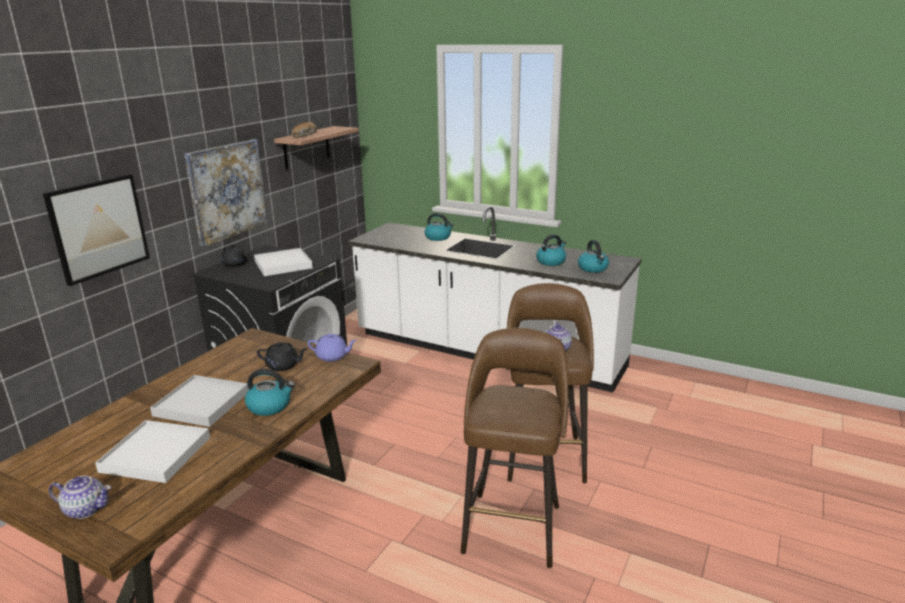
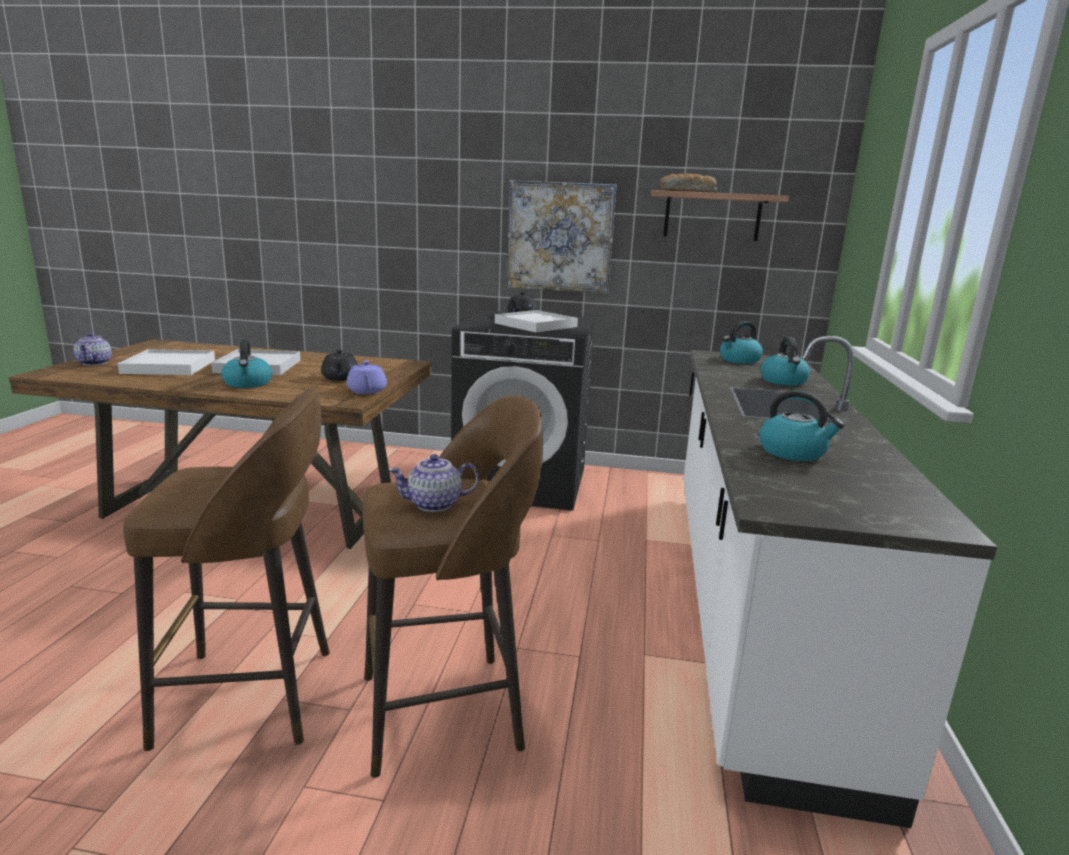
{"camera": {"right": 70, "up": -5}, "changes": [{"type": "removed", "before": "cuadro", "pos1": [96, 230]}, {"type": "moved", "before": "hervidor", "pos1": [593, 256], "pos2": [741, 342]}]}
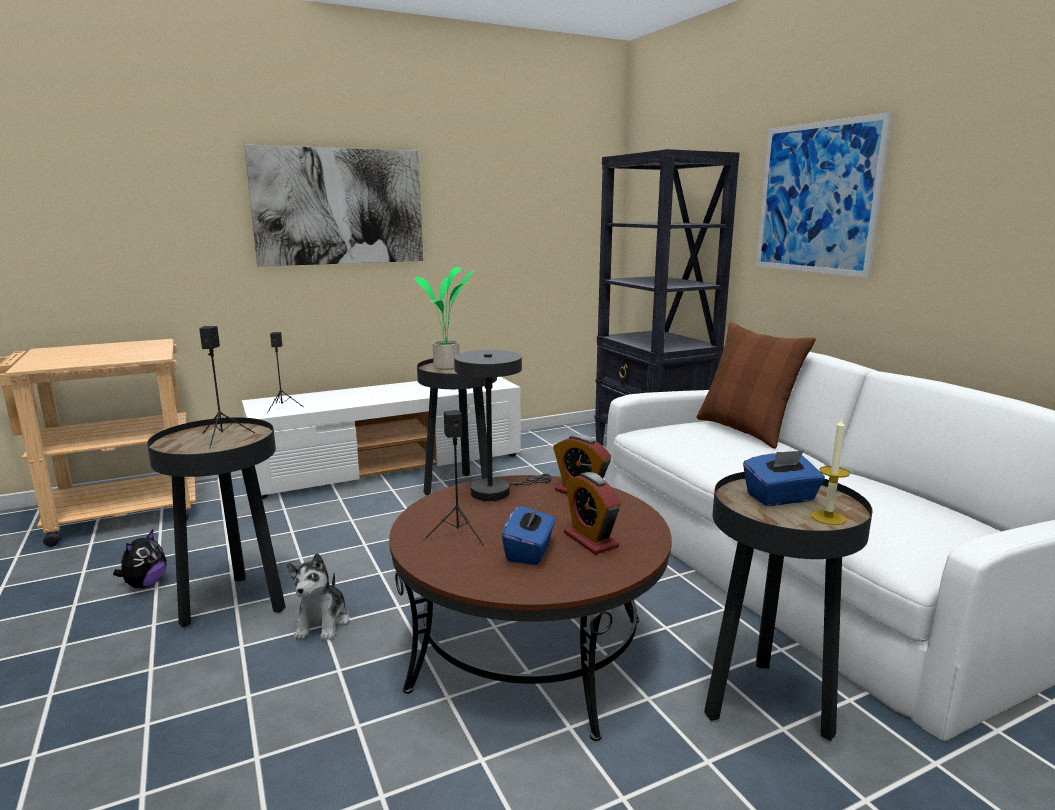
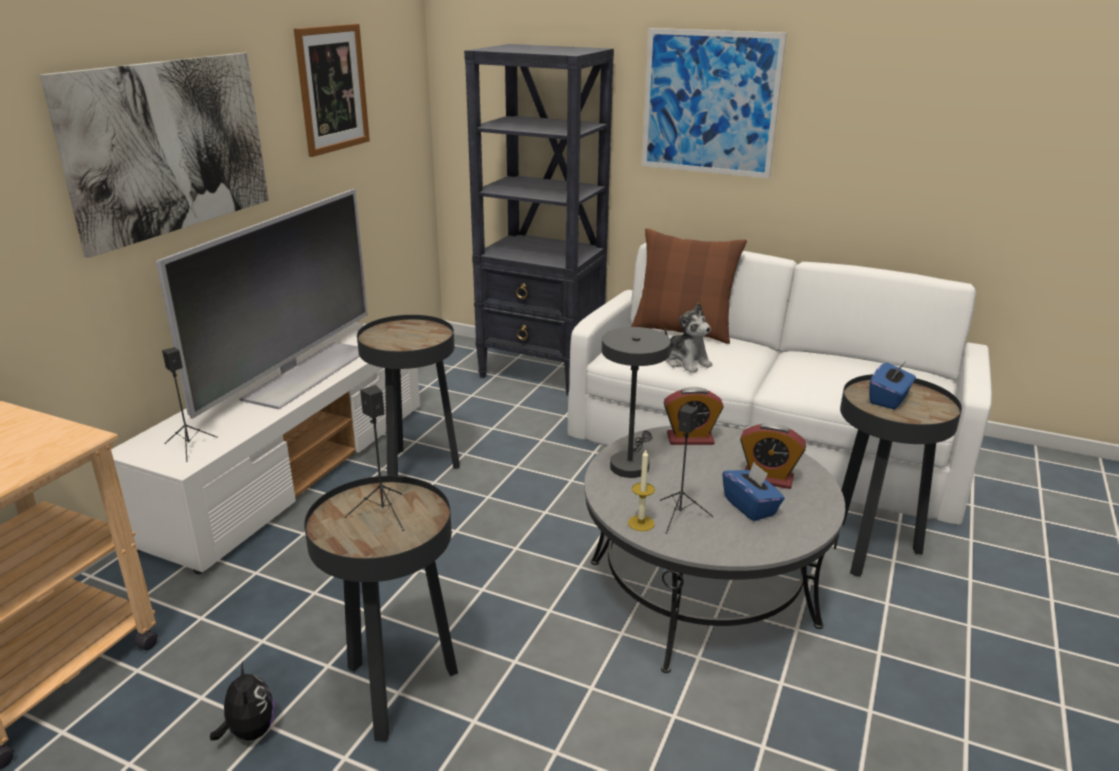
{"camera": {"right": -40, "up": 10}, "changes": [{"type": "moved", "before": "peluche", "pos1": [318, 596], "pos2": [689, 338]}, {"type": "recoloured", "before": "mesa de centro (marrón)", "after": "mesa de centro (gris)", "pos1": [530, 608], "pos2": [714, 549]}, {"type": "removed", "before": "planta en maceta", "pos1": [444, 318]}, {"type": "moved", "before": "vela", "pos1": [830, 471], "pos2": [641, 490]}, {"type": "added", "after": "televisor", "pos2": [262, 304]}, {"type": "added", "after": "cuadro", "pos2": [332, 90]}]}
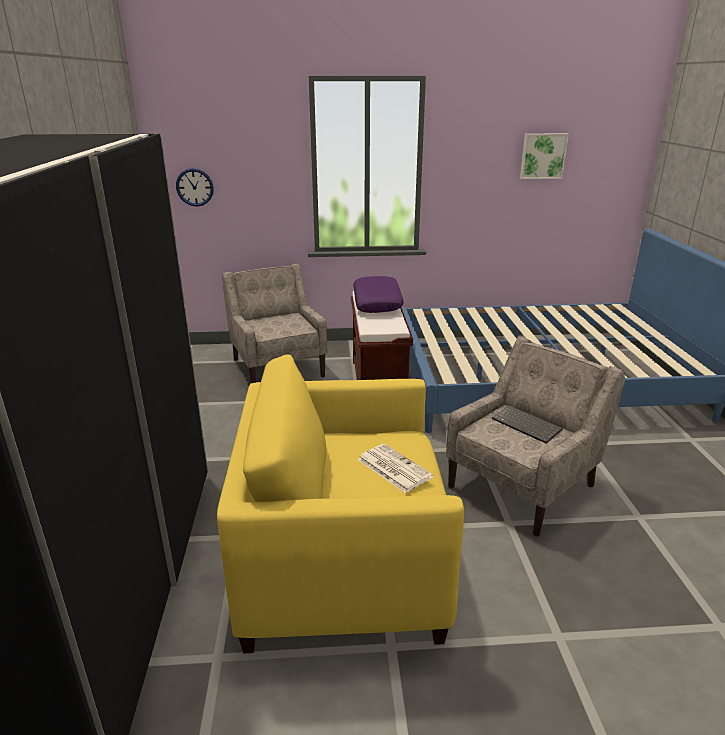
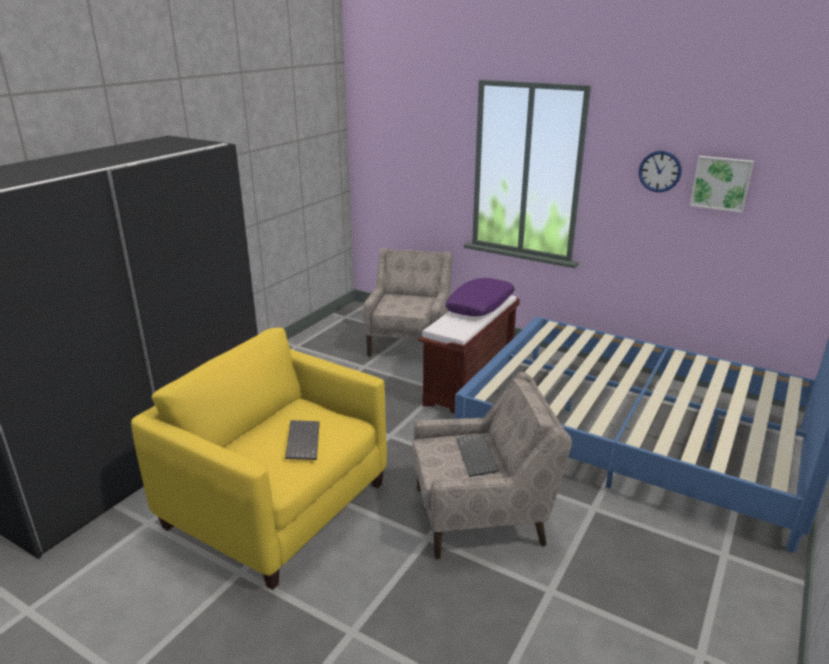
{"camera": {"right": 35, "up": 0}, "changes": [{"type": "moved", "before": "reloj de pared", "pos1": [195, 187], "pos2": [660, 171]}, {"type": "replaced", "before": "periódico", "after": "teclado", "pos1": [395, 468], "pos2": [302, 440]}]}
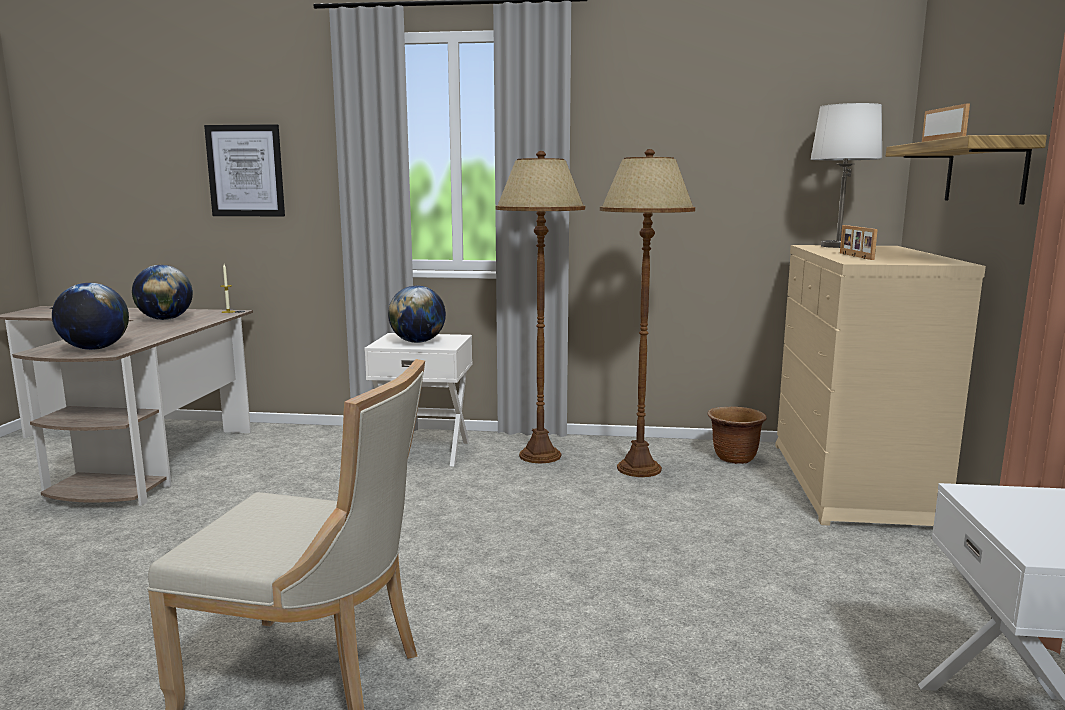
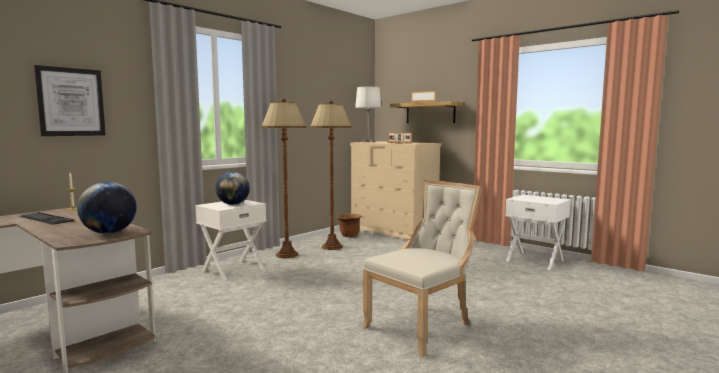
{"camera": {"right": -55, "up": -5}, "changes": [{"type": "replaced", "before": "globo terráqueo", "after": "teclado", "pos1": [162, 292], "pos2": [46, 218]}]}
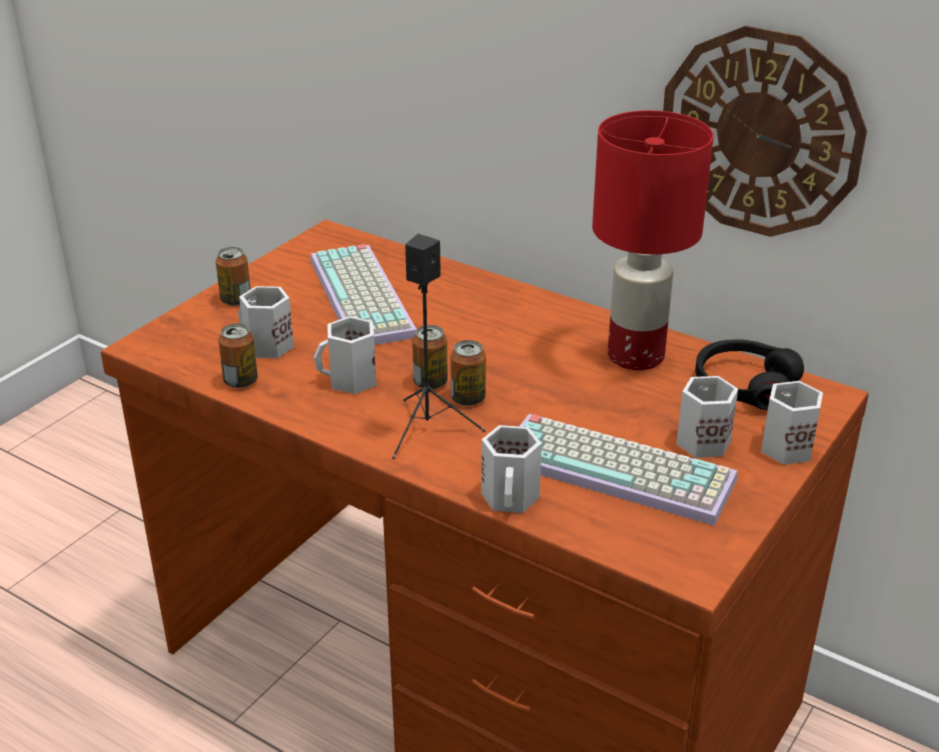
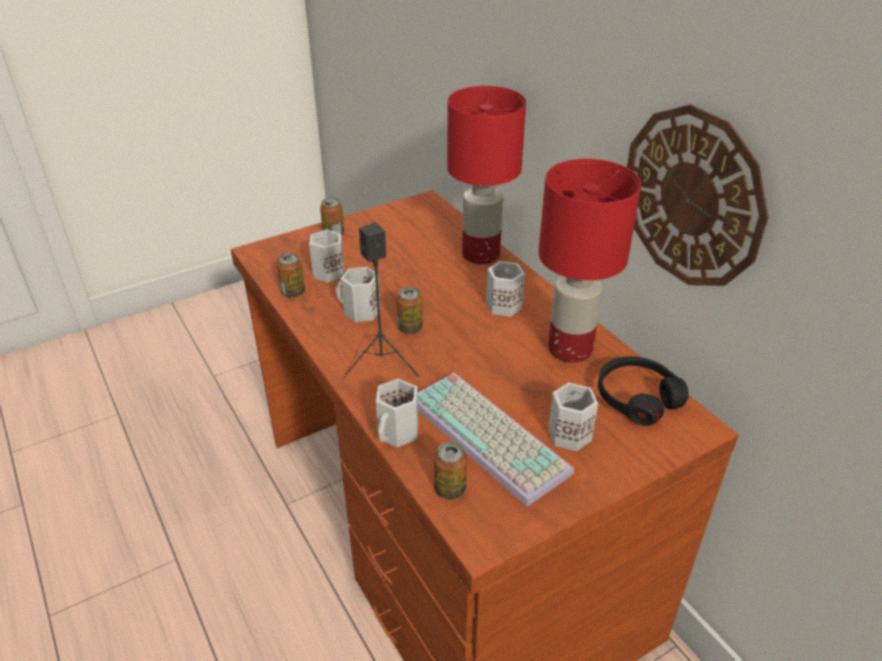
{"camera": {"right": 25, "up": 5}, "changes": [{"type": "removed", "before": "teclado", "pos1": [363, 294]}, {"type": "moved", "before": "lata", "pos1": [468, 373], "pos2": [450, 470]}, {"type": "moved", "before": "taza grande (blanco)", "pos1": [792, 423], "pos2": [505, 289]}, {"type": "added", "after": "lámpara de mesa (rojo)", "pos2": [486, 175]}]}
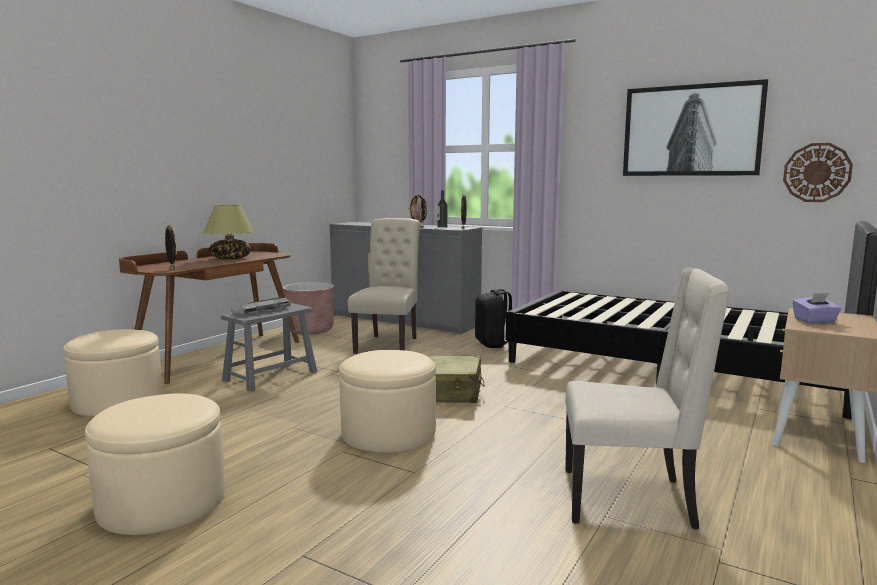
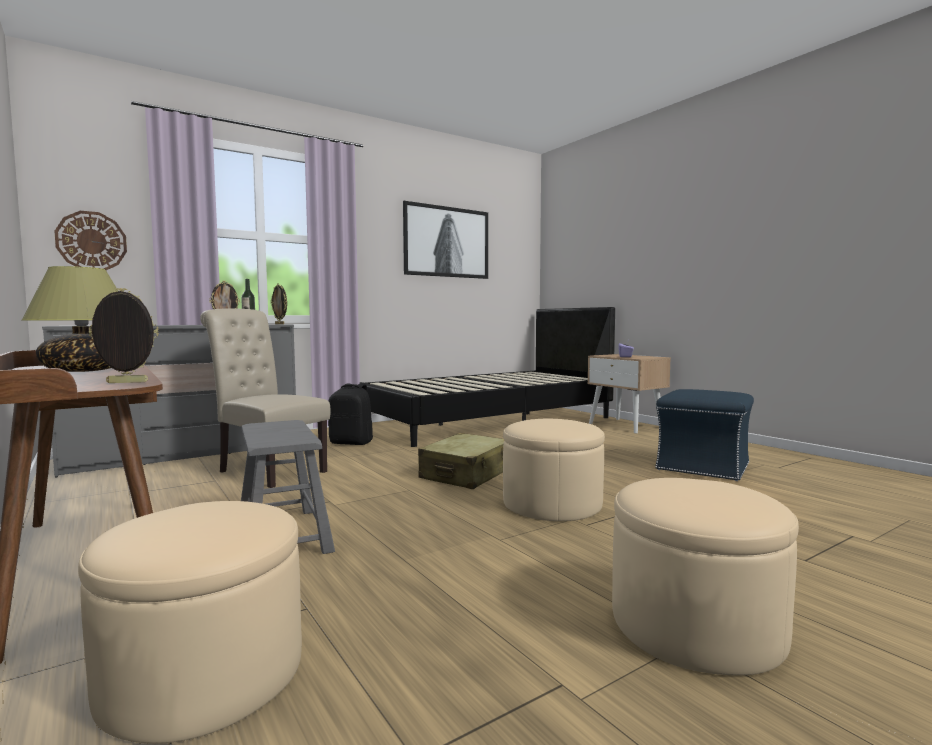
{"camera": {"right": -65, "up": -5}, "changes": [{"type": "removed", "before": "teclado", "pos1": [260, 306]}, {"type": "removed", "before": "maceta (marrón)", "pos1": [308, 308]}, {"type": "replaced", "before": "silla (beis)", "after": "puf (azul)", "pos1": [647, 398], "pos2": [704, 435]}, {"type": "moved", "before": "reloj de pared", "pos1": [818, 172], "pos2": [90, 240]}]}
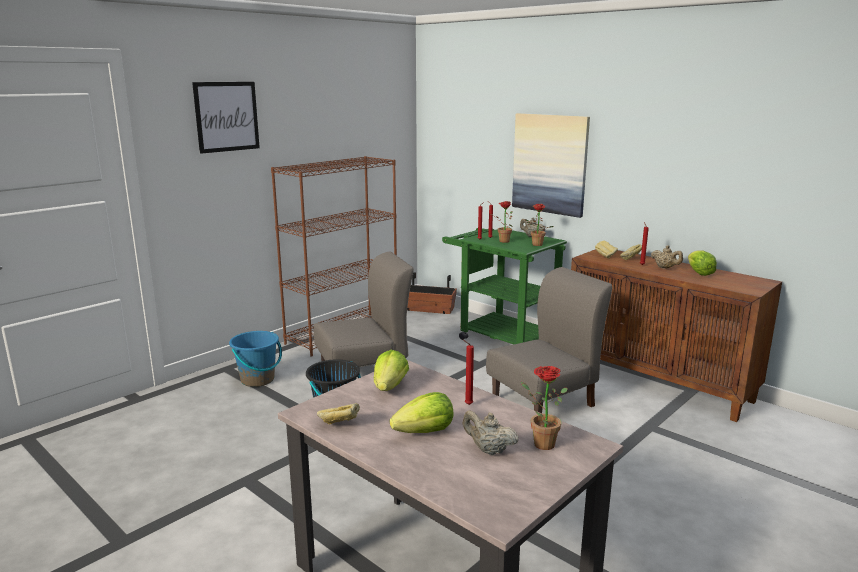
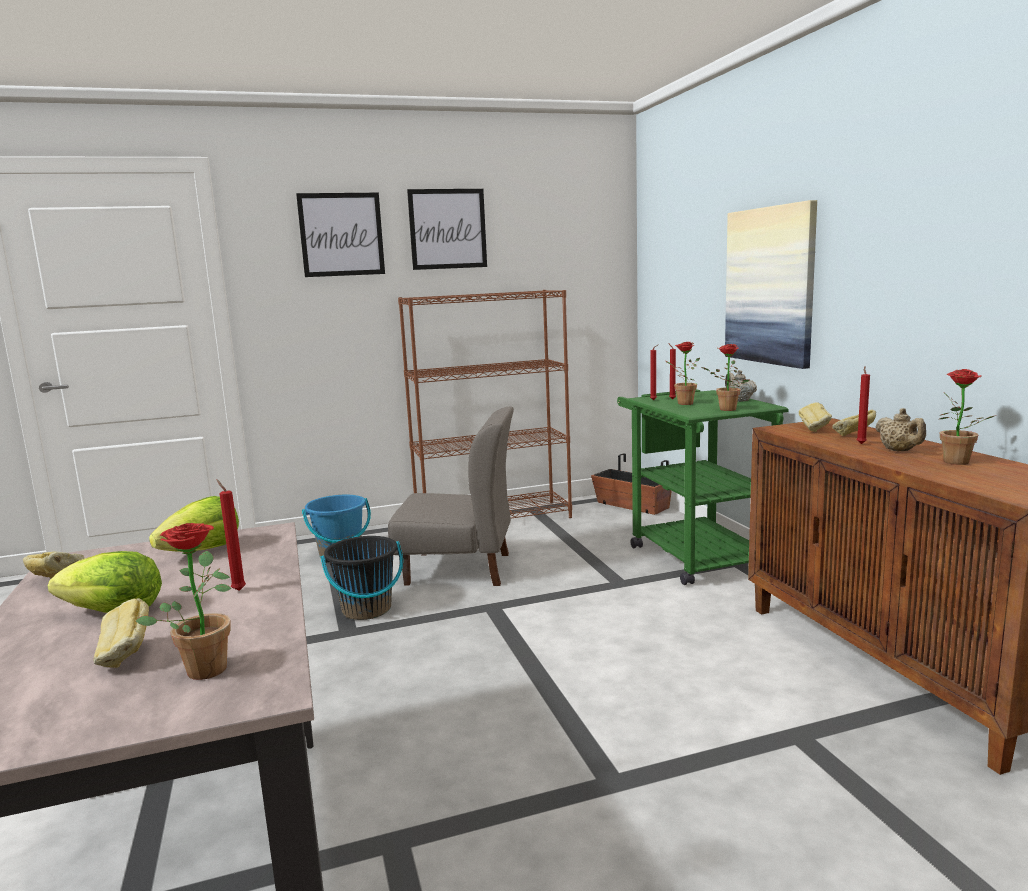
{"camera": {"right": 30, "up": -5}, "changes": [{"type": "replaced", "before": "tetera (beis)", "after": "pan", "pos1": [491, 433], "pos2": [121, 633]}, {"type": "removed", "before": "silla (gris)", "pos1": [549, 340]}, {"type": "replaced", "before": "lechuga", "after": "planta en maceta", "pos1": [702, 263], "pos2": [966, 417]}, {"type": "added", "after": "cuadro", "pos2": [447, 229]}]}
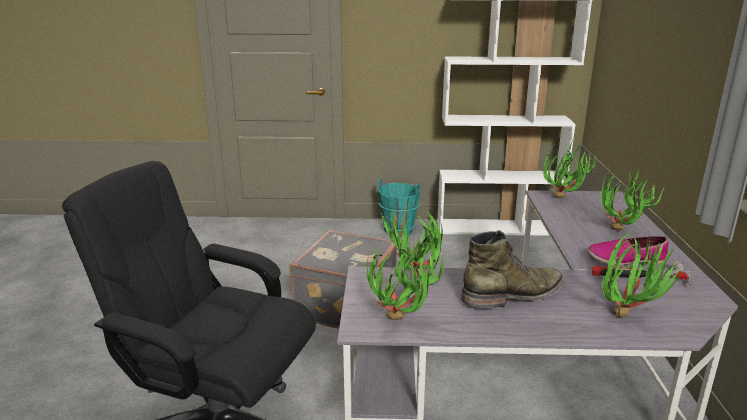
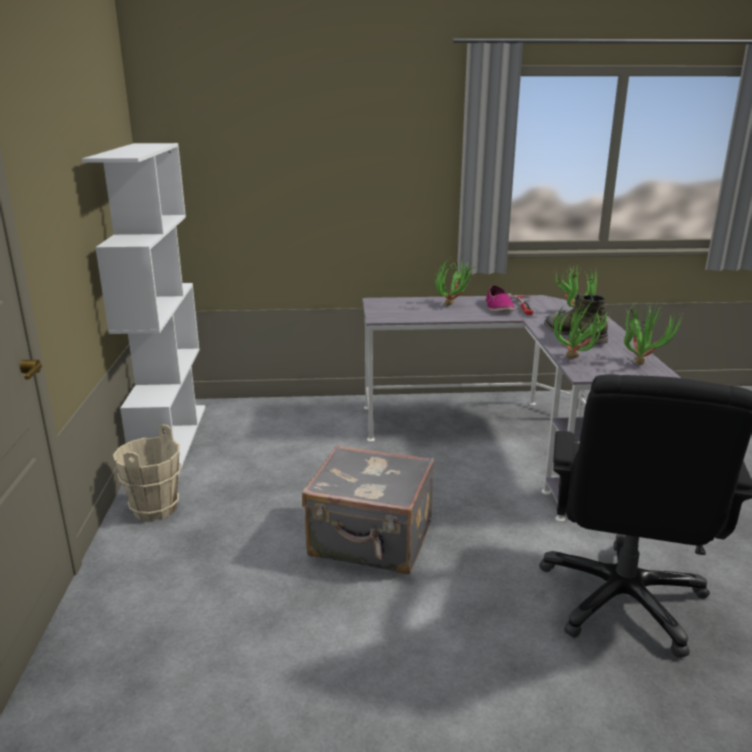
{"camera": {"right": -95, "up": 0}, "changes": [{"type": "recoloured", "before": "cubo (turquesa)", "after": "cubo (beis)", "pos1": [399, 207], "pos2": [147, 472]}, {"type": "removed", "before": "planta en maceta", "pos1": [570, 170]}]}
